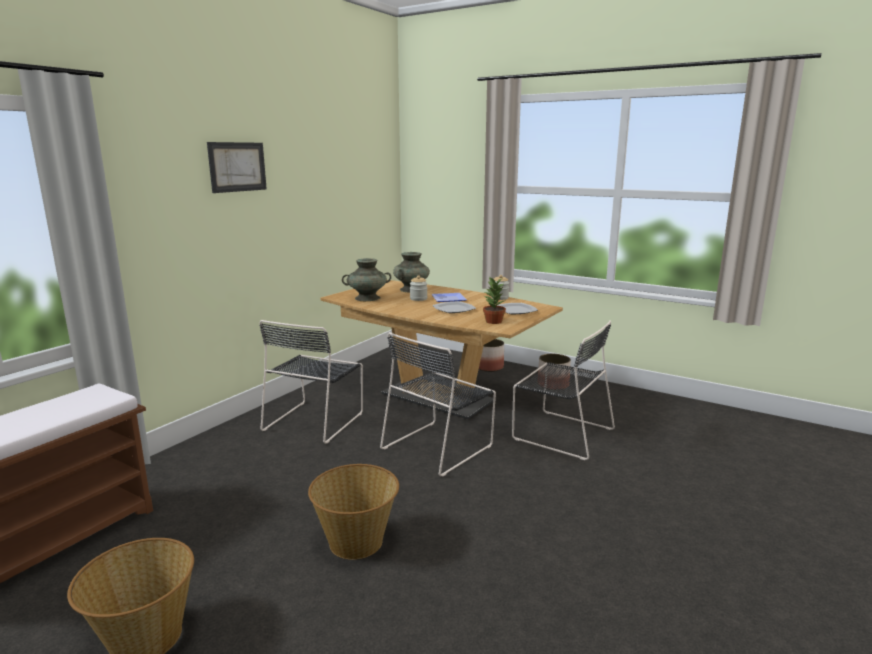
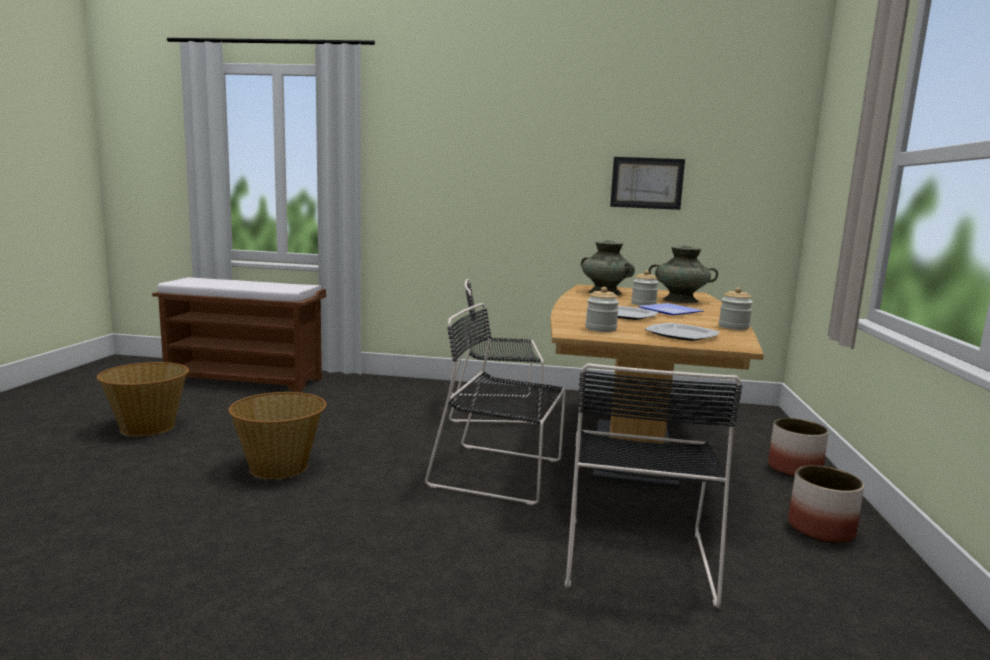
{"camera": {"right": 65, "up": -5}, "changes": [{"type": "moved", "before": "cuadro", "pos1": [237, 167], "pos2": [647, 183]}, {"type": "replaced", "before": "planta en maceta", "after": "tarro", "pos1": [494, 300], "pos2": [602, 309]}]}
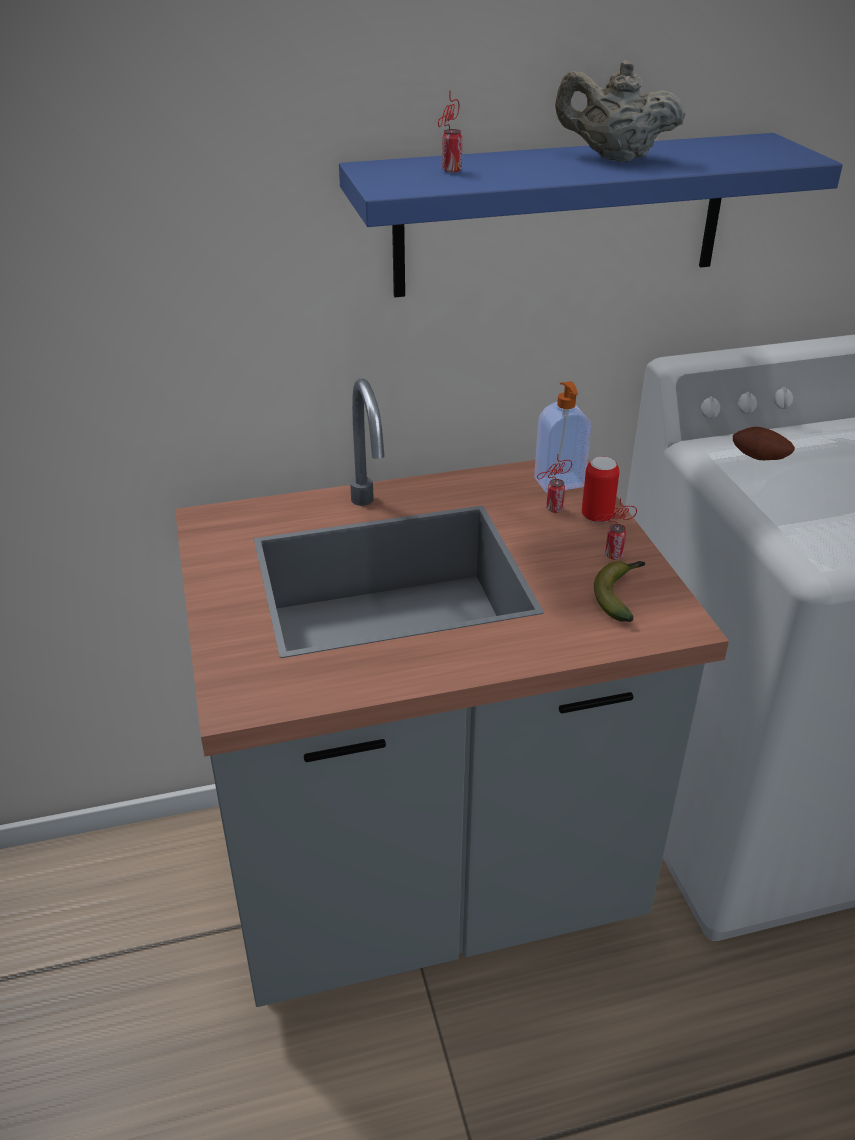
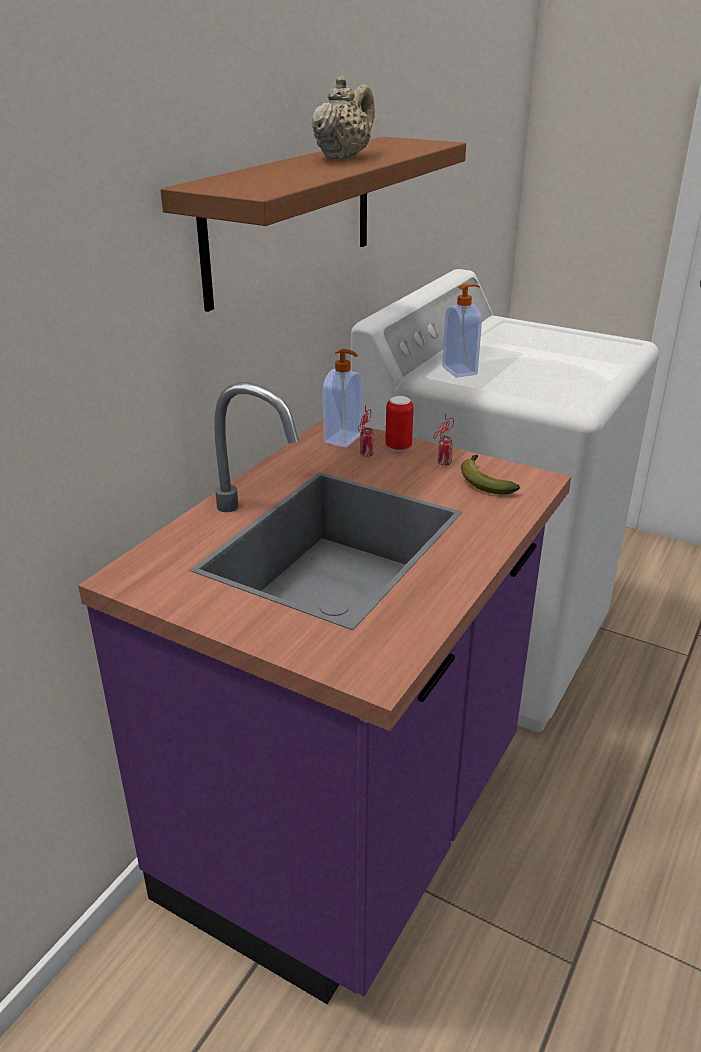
{"camera": {"right": -45, "up": -5}, "changes": [{"type": "recoloured", "before": "mueble bajo de cocina (gris)", "after": "mueble bajo de cocina (morado)", "pos1": [452, 692], "pos2": [324, 693]}, {"type": "recoloured", "before": "estante (azul)", "after": "estante (marrón)", "pos1": [591, 215], "pos2": [313, 224]}, {"type": "removed", "before": "lata", "pos1": [450, 131]}, {"type": "turned", "before": "tetera (beis)", "pos1": [620, 111], "pos2": [343, 118], "turn": 150}, {"type": "replaced", "before": "patata", "after": "dispensador de jabón", "pos1": [764, 443], "pos2": [462, 331]}]}
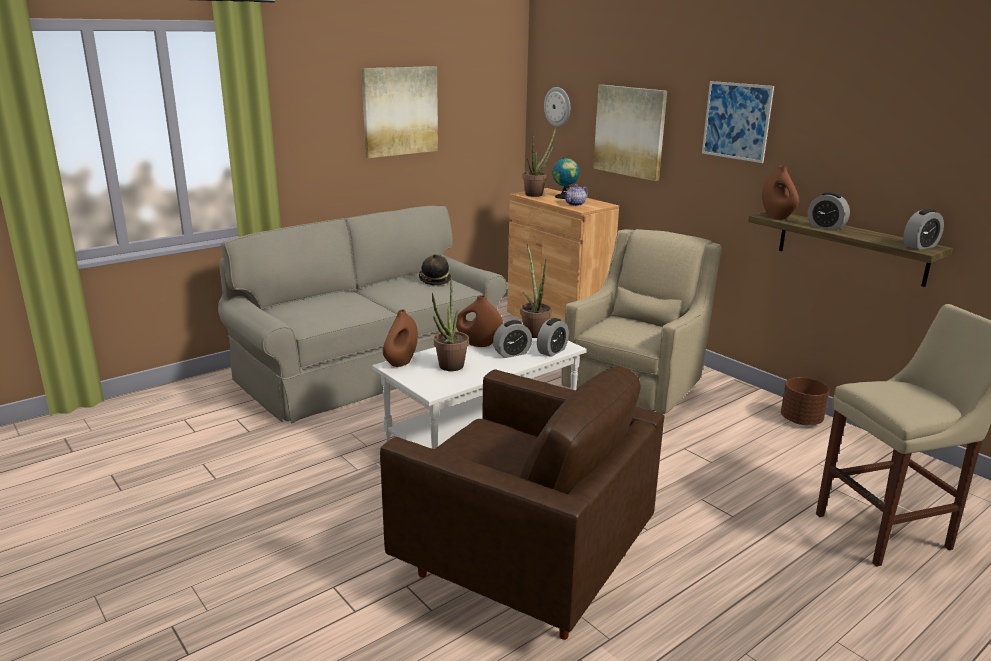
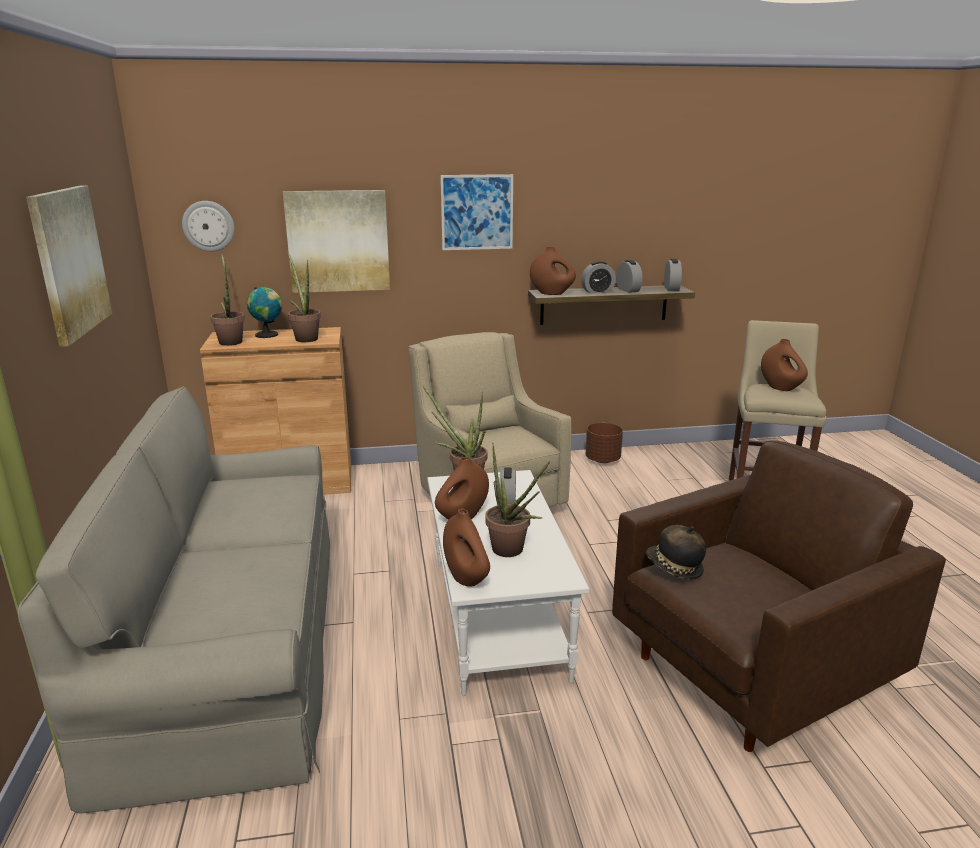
{"camera": {"right": -60, "up": 0}, "changes": [{"type": "moved", "before": "sombrero", "pos1": [435, 269], "pos2": [676, 552]}, {"type": "moved", "before": "despertador", "pos1": [553, 337], "pos2": [629, 276]}, {"type": "replaced", "before": "tetera", "after": "planta en maceta", "pos1": [576, 195], "pos2": [304, 296]}, {"type": "added", "after": "florero (marrón)", "pos2": [784, 365]}]}
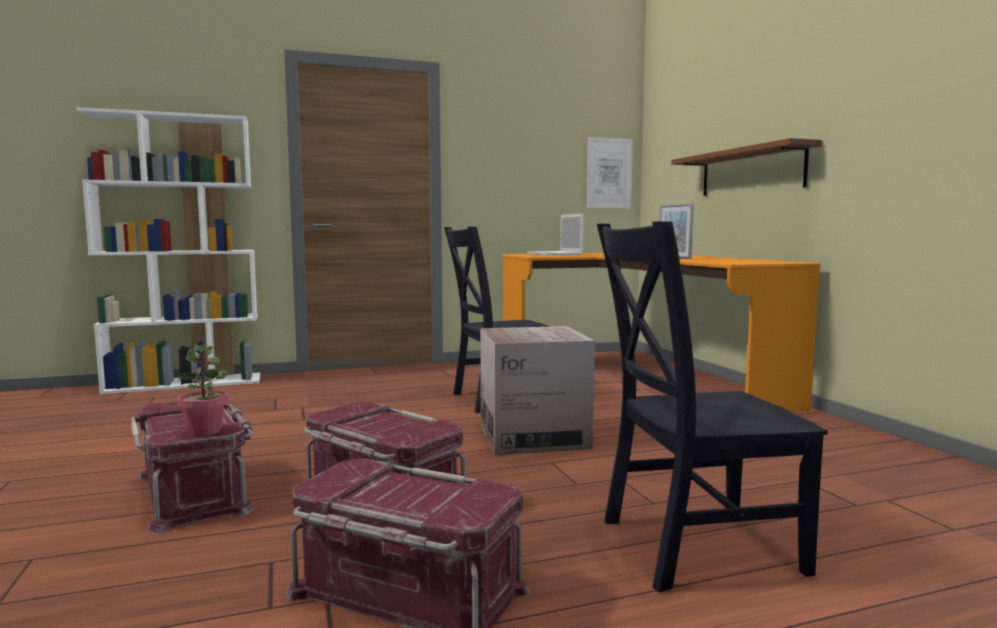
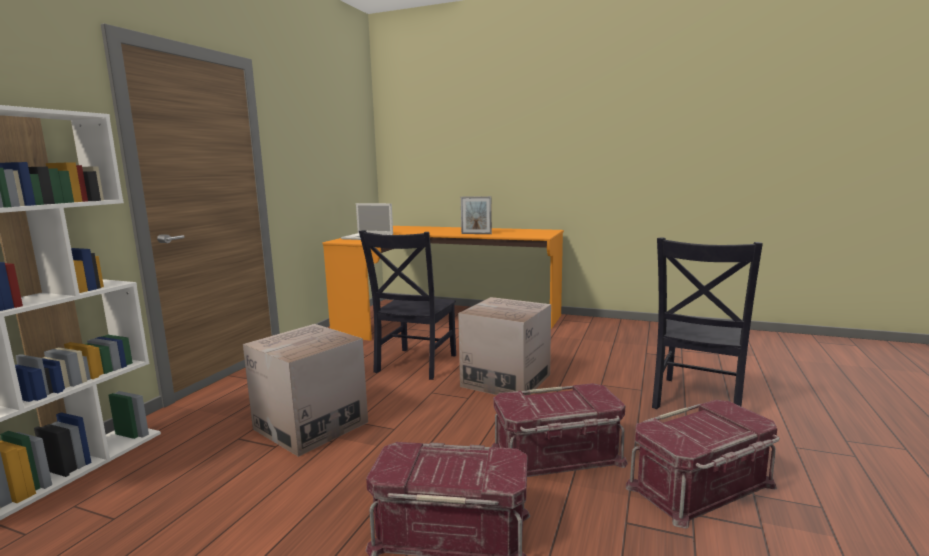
{"camera": {"right": -50, "up": 5}, "changes": [{"type": "removed", "before": "planta en maceta", "pos1": [203, 390]}, {"type": "removed", "before": "cuadro", "pos1": [610, 172]}, {"type": "removed", "before": "estante (marrón)", "pos1": [746, 167]}, {"type": "added", "after": "caja de cartón", "pos2": [305, 390]}]}
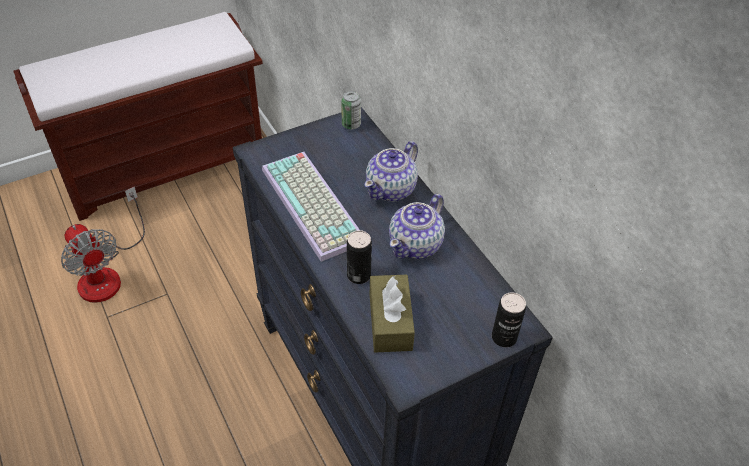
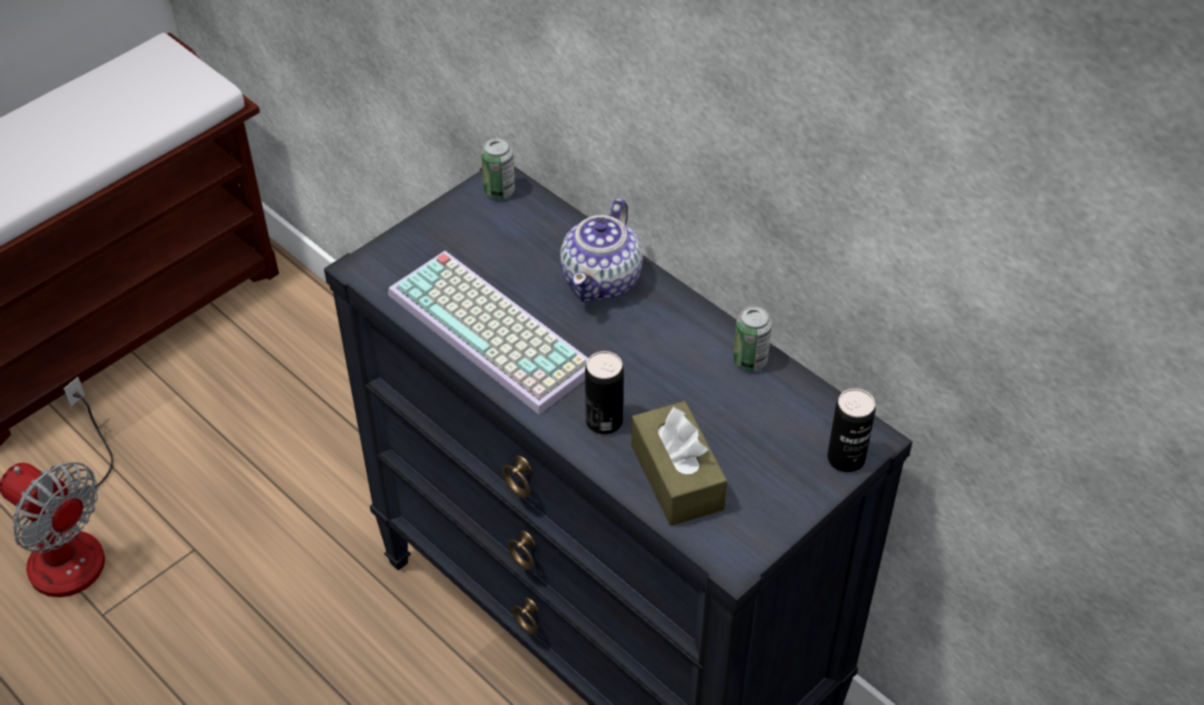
{"camera": {"right": -15, "up": 0}, "changes": [{"type": "removed", "before": "tetera", "pos1": [417, 226]}, {"type": "added", "after": "lata", "pos2": [752, 338]}]}
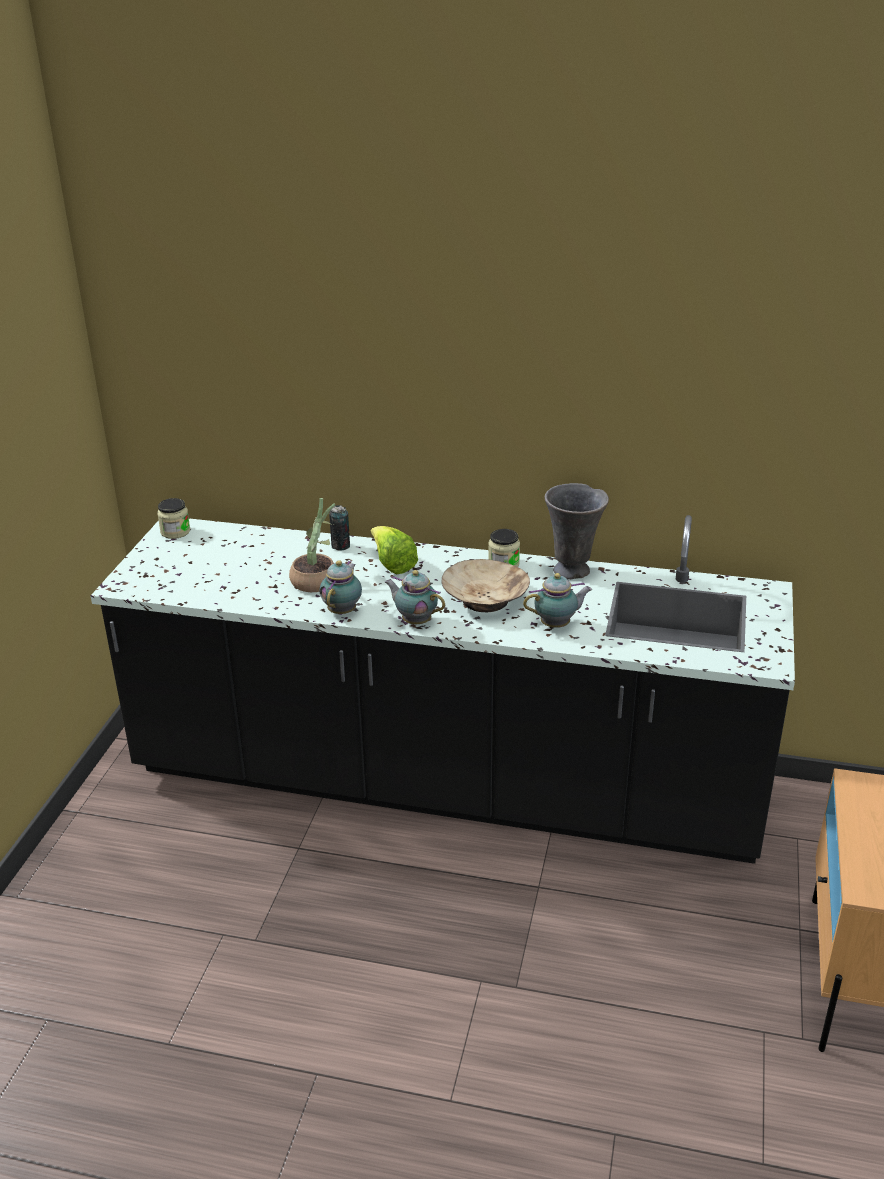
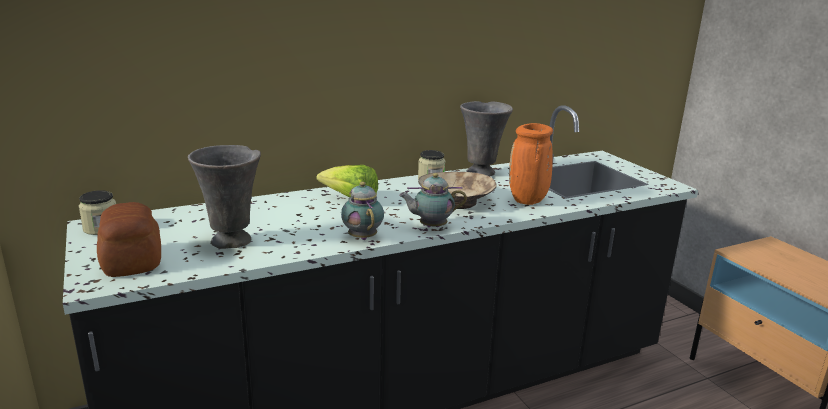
{"camera": {"right": -40, "up": -10}, "changes": [{"type": "removed", "before": "planta en maceta", "pos1": [316, 545]}, {"type": "removed", "before": "lata", "pos1": [339, 527]}, {"type": "replaced", "before": "tetera", "after": "florero (naranja)", "pos1": [557, 600], "pos2": [531, 164]}, {"type": "added", "after": "pan", "pos2": [129, 239]}, {"type": "added", "after": "florero (gris)", "pos2": [224, 197]}]}
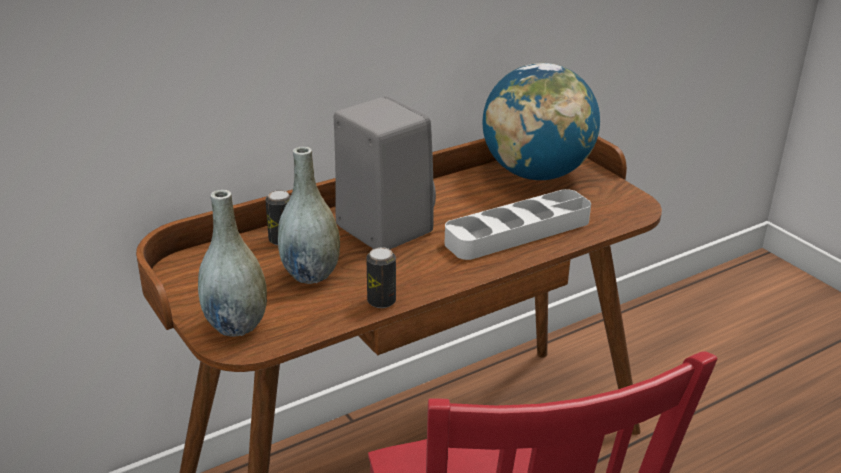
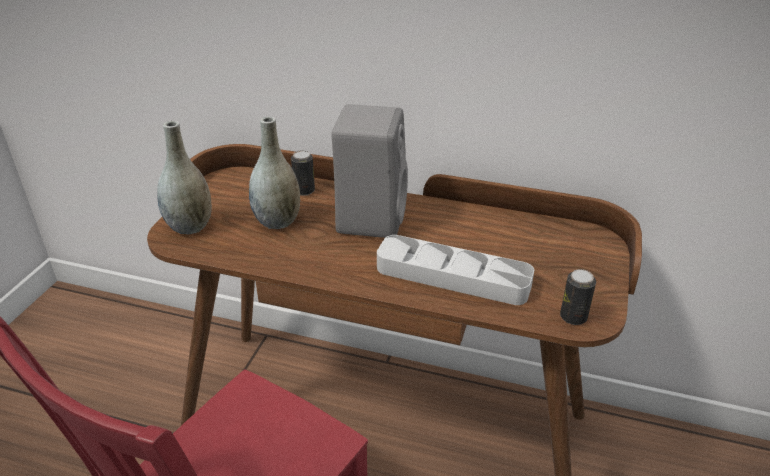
{"camera": {"right": 50, "up": 5}, "changes": [{"type": "moved", "before": "lata", "pos1": [381, 277], "pos2": [578, 297]}, {"type": "removed", "before": "globo terráqueo", "pos1": [541, 121]}]}
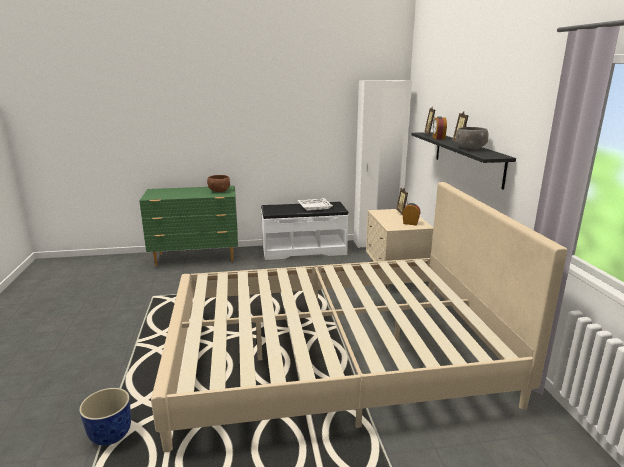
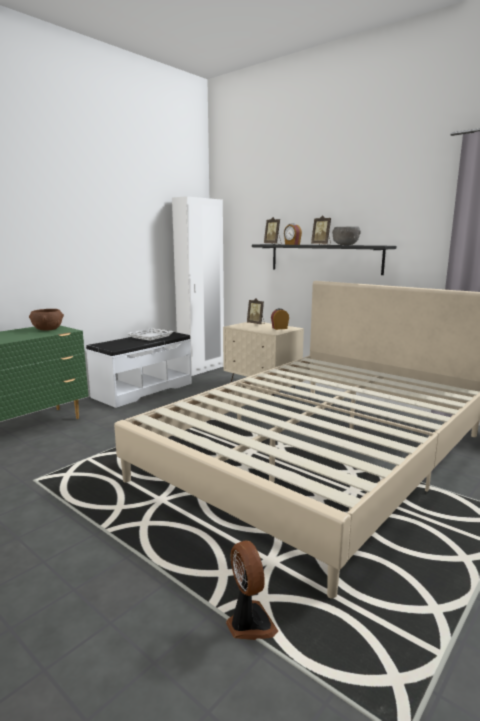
{"camera": {"right": -40, "up": -5}, "changes": [{"type": "replaced", "before": "maceta", "after": "ventilador", "pos1": [105, 417], "pos2": [252, 590]}]}
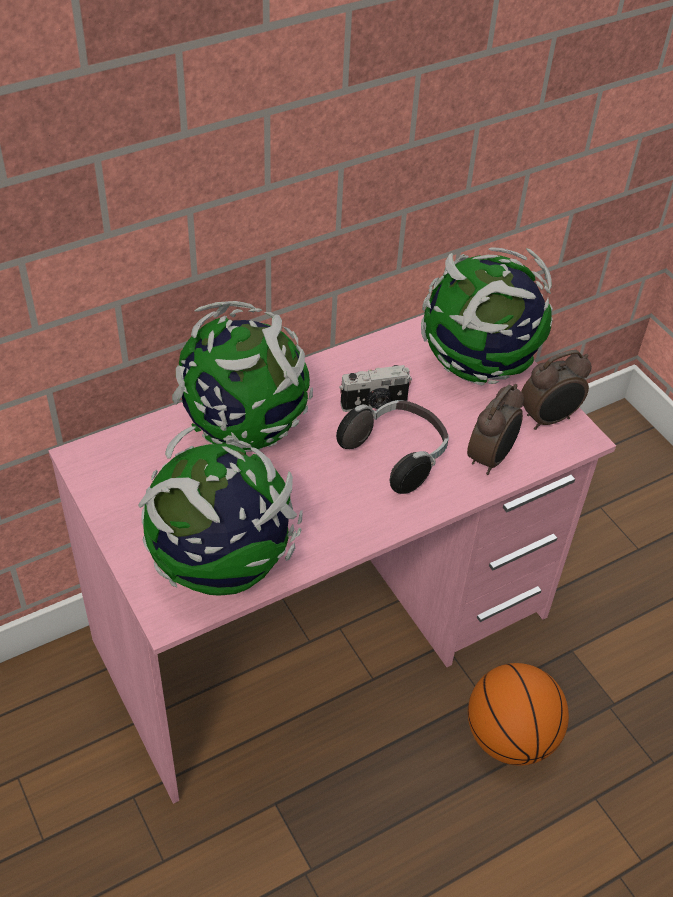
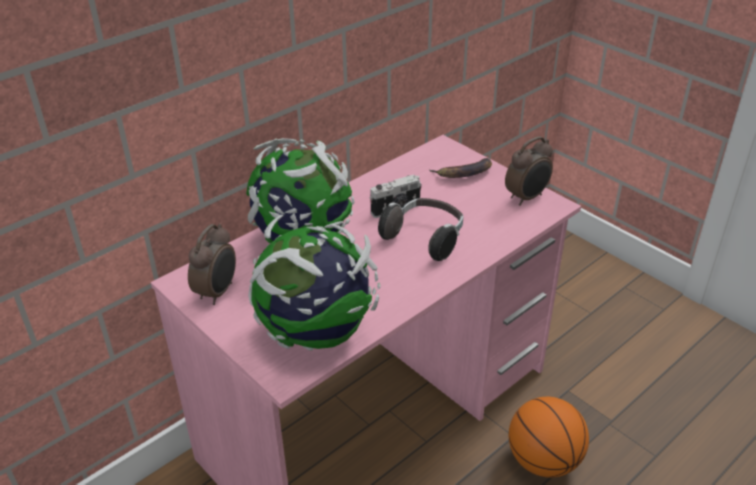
{"camera": {"right": -10, "up": -10}, "changes": [{"type": "replaced", "before": "globo terráqueo", "after": "plátano", "pos1": [487, 316], "pos2": [461, 168]}, {"type": "moved", "before": "despertador", "pos1": [495, 429], "pos2": [212, 264]}]}
